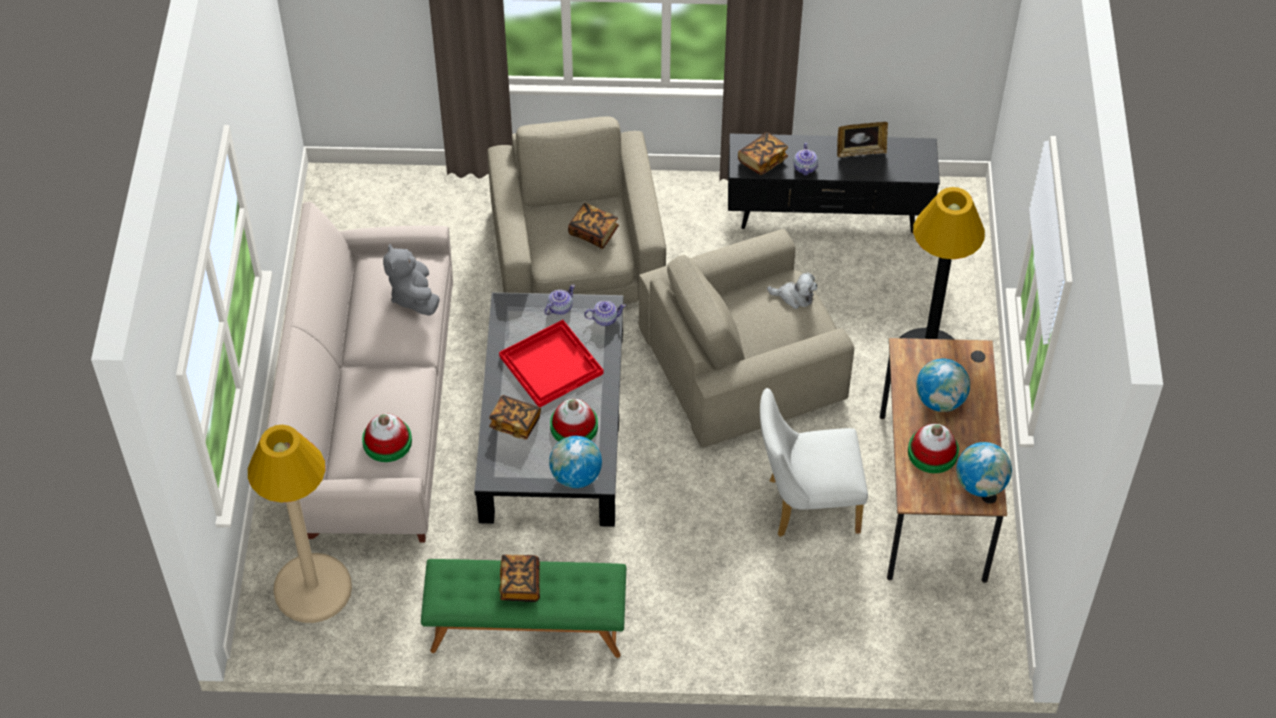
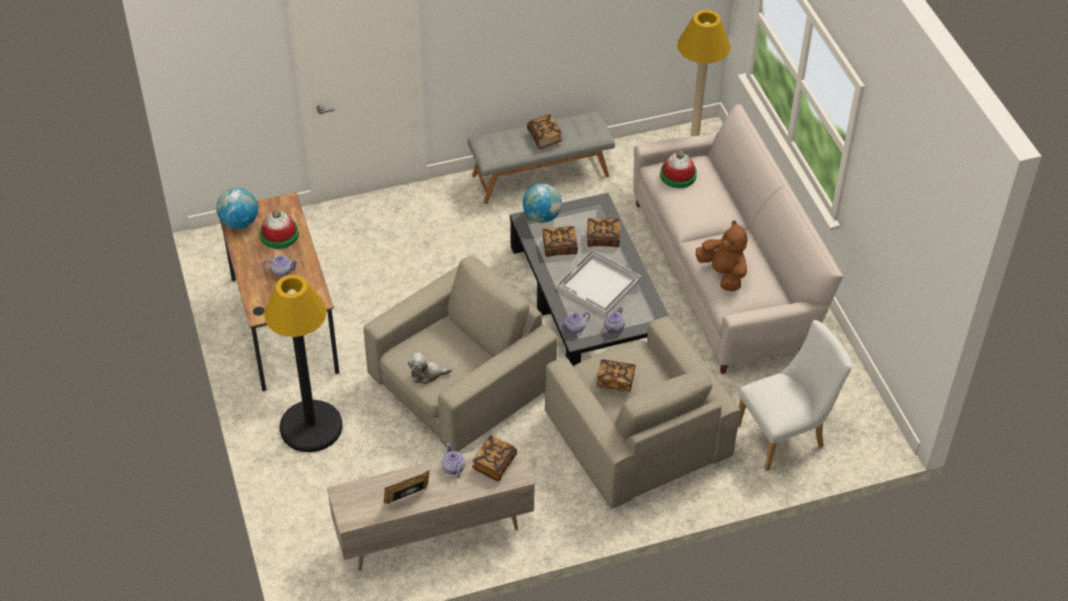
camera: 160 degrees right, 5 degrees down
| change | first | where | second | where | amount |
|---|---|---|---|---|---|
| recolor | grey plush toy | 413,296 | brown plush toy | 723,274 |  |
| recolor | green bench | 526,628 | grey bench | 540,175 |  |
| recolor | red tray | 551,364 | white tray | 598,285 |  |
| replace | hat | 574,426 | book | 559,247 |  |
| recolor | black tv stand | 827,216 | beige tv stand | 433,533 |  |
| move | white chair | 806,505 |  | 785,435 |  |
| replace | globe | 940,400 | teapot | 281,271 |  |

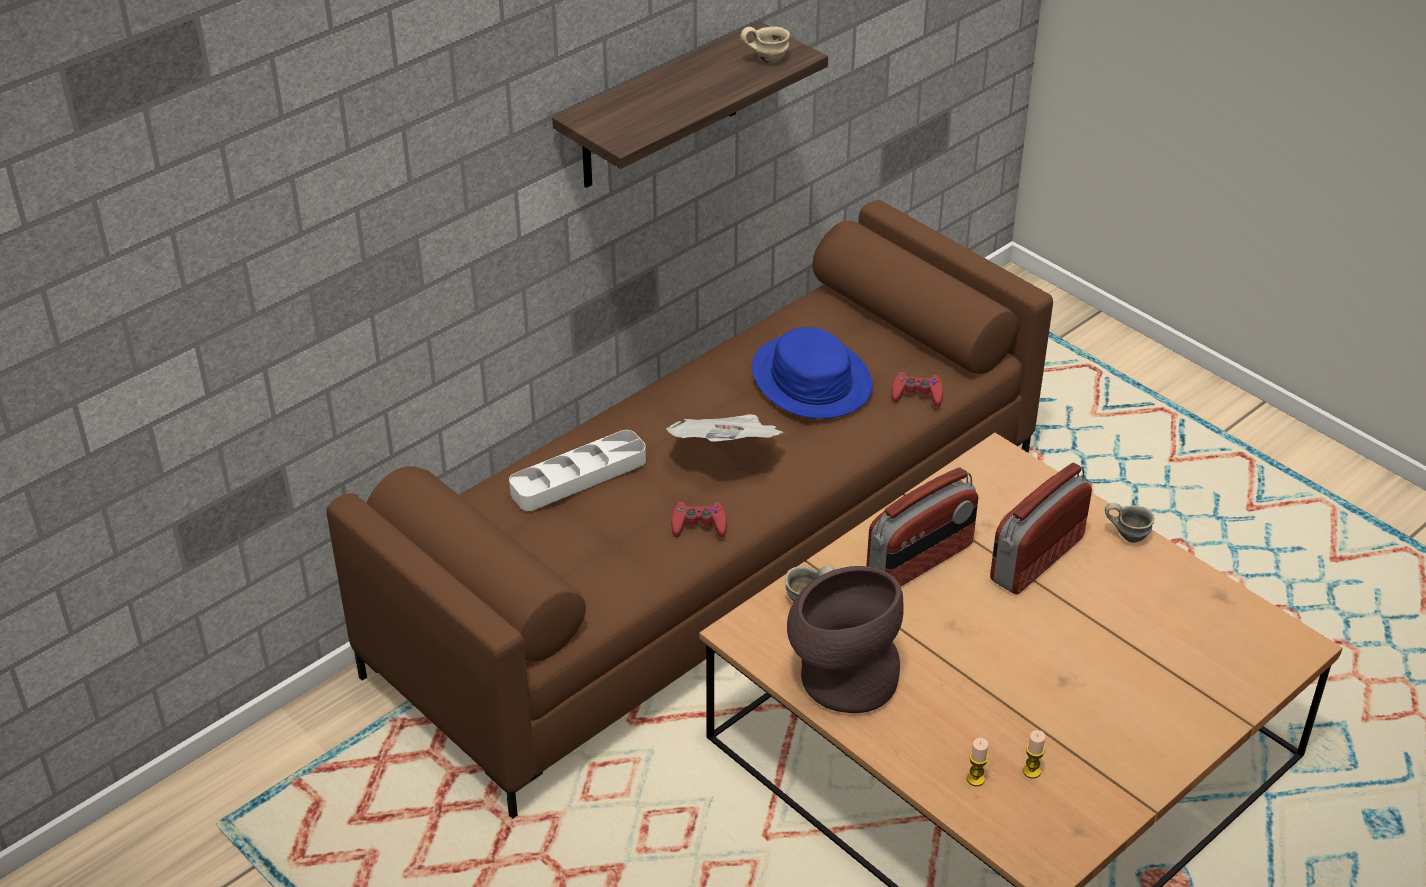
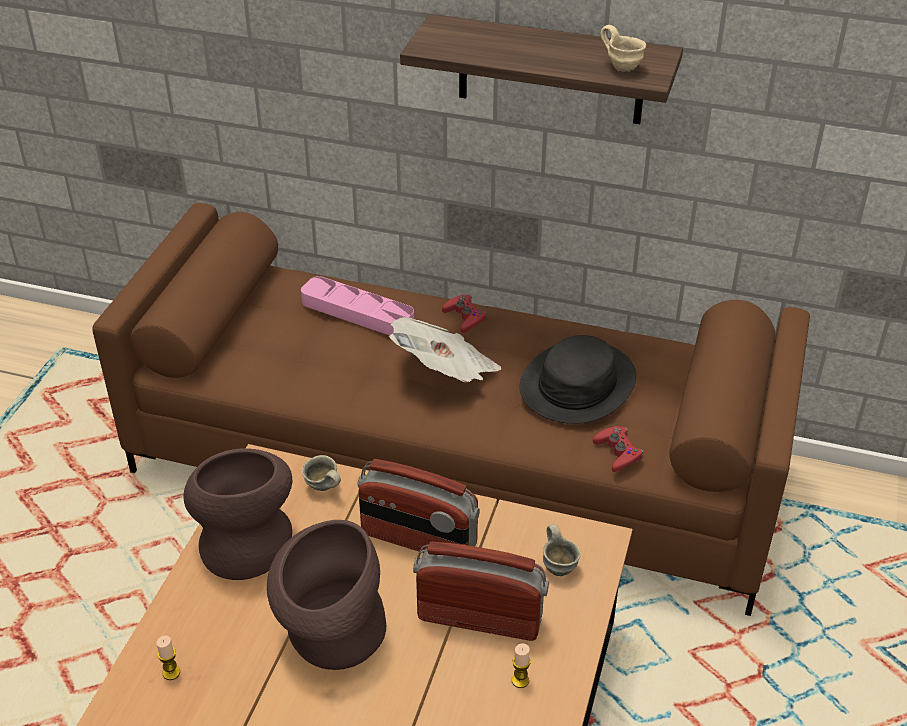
camera: 60 degrees right, 0 degrees up
| change | first | where | second | where | amount |
|---|---|---|---|---|---|
| recolor | white tray | 578,476 | pink tray | 357,312 |  |
| move | red game controller | 699,524 |  | 465,317 |  |
| recolor | blue hat | 811,379 | black hat | 577,383 |  |
| move | candle | 1031,771 |  | 520,680 |  |
| move | grey mug | 1128,535 |  | 560,566 |  |
| insert |  |  | brown vase | 330,637 |  |

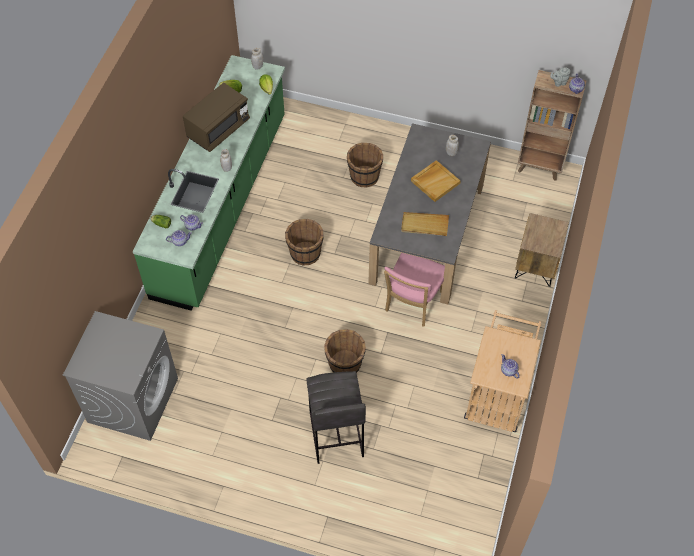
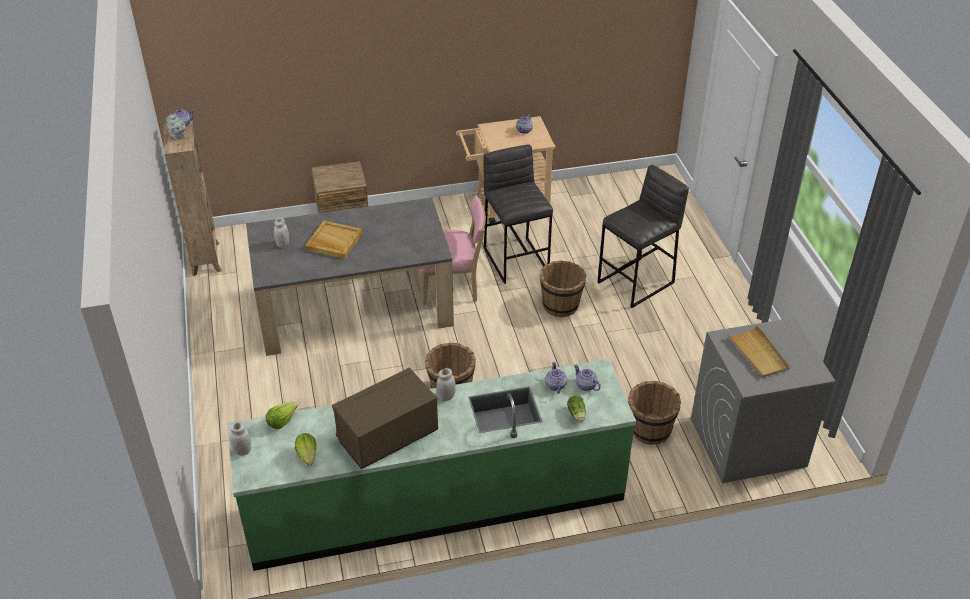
camera: 120 degrees left, 15 degrees down
| change | first | where | second | where | amount |
|---|---|---|---|---|---|
| rotate | brown microwave | 218,129 |  | 387,436 | 45 degrees counterclockwise |
| move | brown bucket | 364,176 |  | 650,430 |  |
| move | beige tray | 424,225 |  | 758,354 |  |
| insert |  |  | grey stool | 516,259 |  |

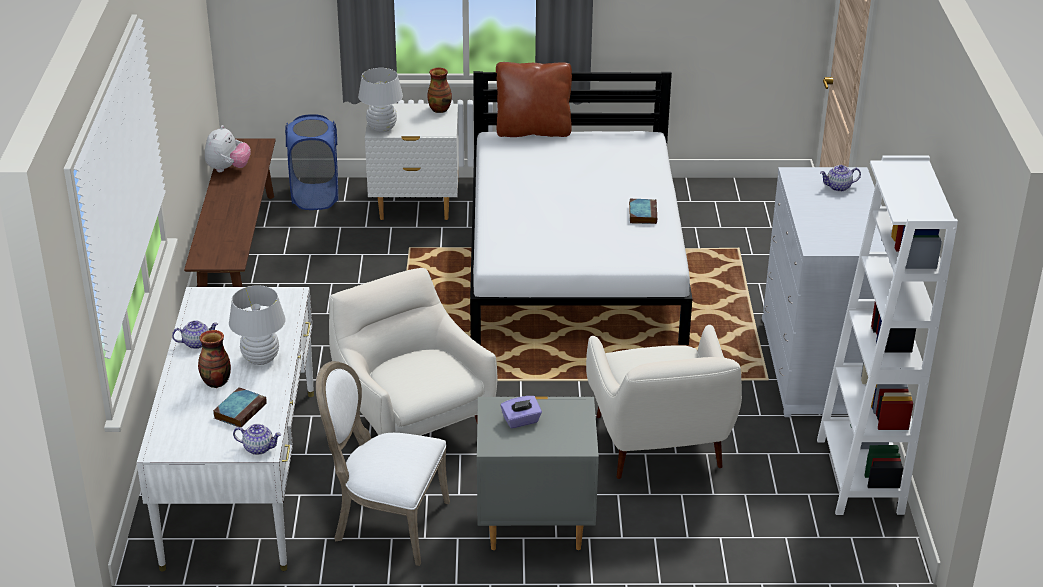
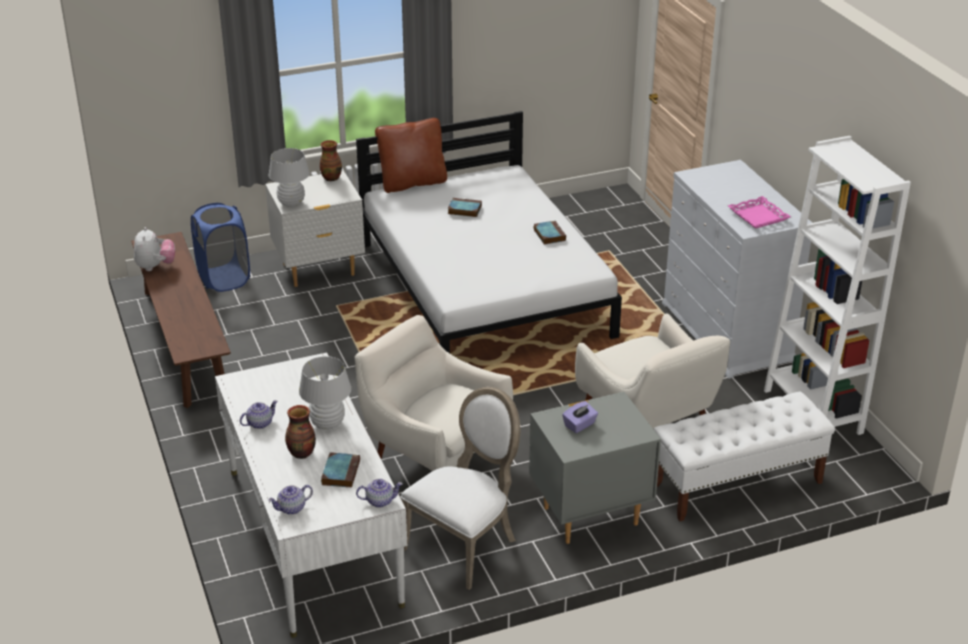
camera: 20 degrees left, 0 degrees up
| change | first | where | second | where | amount |
|---|---|---|---|---|---|
| rotate | white chair | 386,523 |  | 465,544 | 135 degrees clockwise |
| move | teapot | 838,187 |  | 291,508 |  |
| insert |  |  | book | 463,210 |  |
| insert |  |  | white bench | 737,484 |  |
| insert |  |  | pink tray | 758,216 |  |

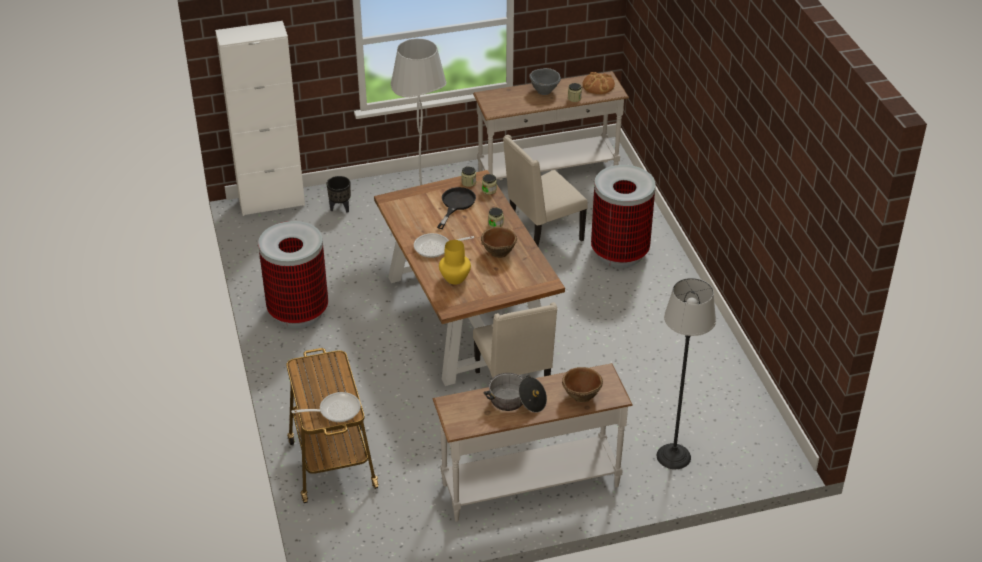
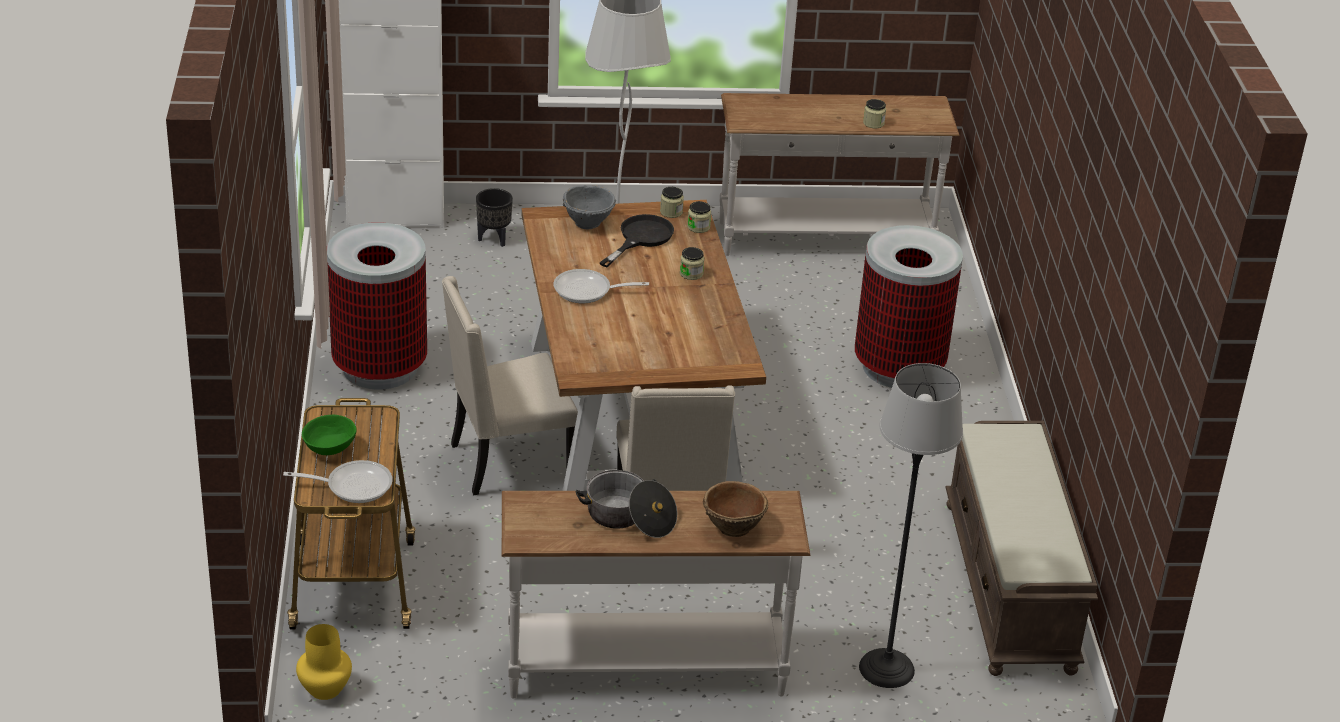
camera: 10 degrees right, 5 degrees down
| change | first | where | second | where | amount |
|---|---|---|---|---|---|
| move | yellow vase | 455,278 |  | 326,688 |  |
| delete | brown bowl | 498,252 |  |  |  |
| move | beige chair | 542,236 |  | 508,462 |  |
| move | grey bowl | 544,90 |  | 588,222 |  |
| delete | bread | 598,85 |  |  |  |
| insert |  |  | green bowl | 330,447 |  |
| insert |  |  | brown bench | 1011,587 |  |

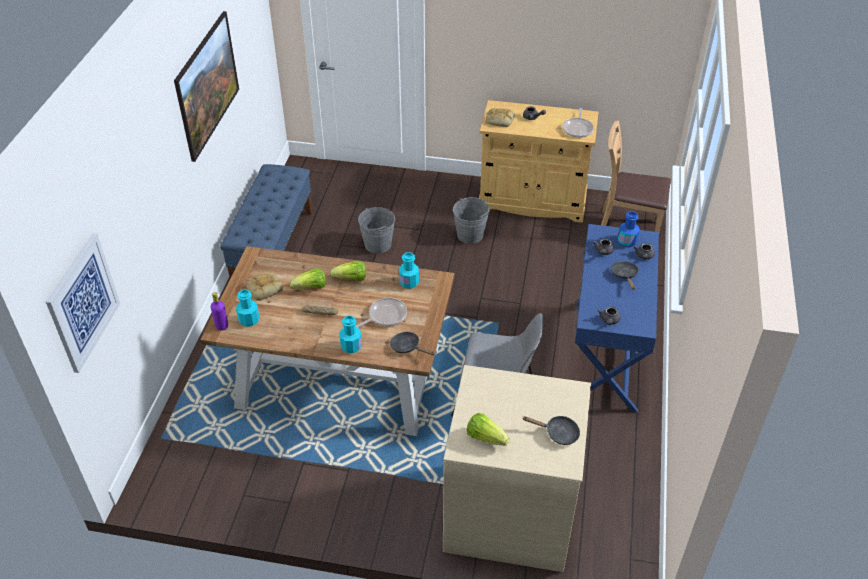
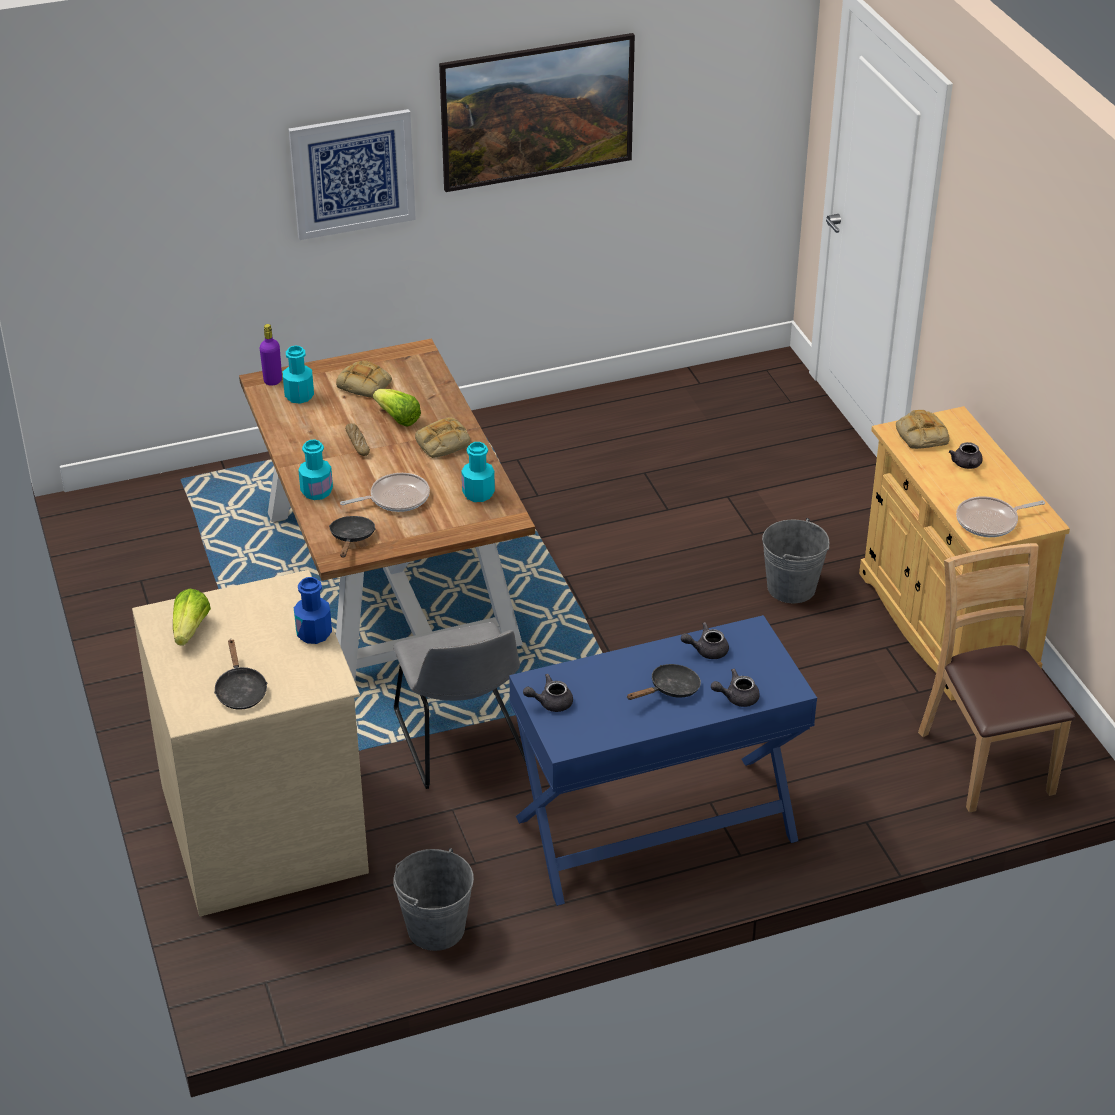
camera: 60 degrees right, 5 degrees down
| change | first | where | second | where | amount |
|---|---|---|---|---|---|
| move | picture | 83,302 |  | 352,173 |  |
| delete | blue bench | 273,248 |  |  |  |
| replace | lettuce | 351,279 | bread | 442,443 |  |
| rotate | frying pan | 385,316 |  | 396,498 | 45 degrees counterclockwise |
| move | grey bucket | 377,244 |  | 436,928 |  |
| move | blue bottle | 627,241 |  | 314,633 |  |

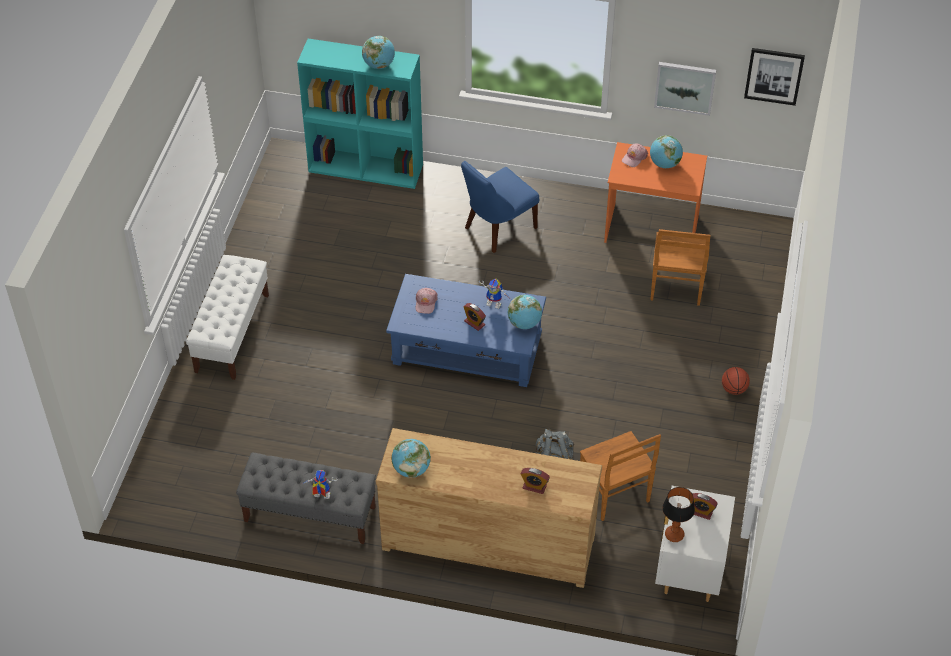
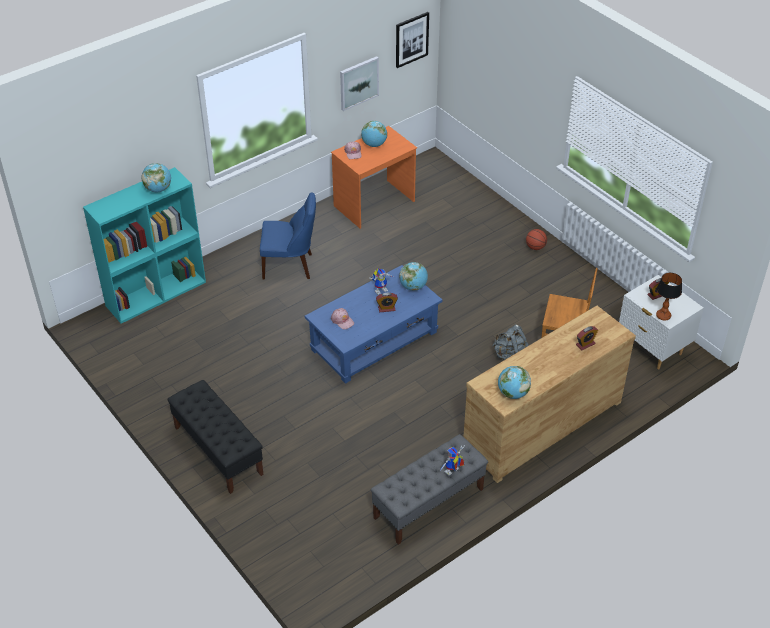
camera: 50 degrees left, 5 degrees down
| change | first | where | second | where | amount |
|---|---|---|---|---|---|
| recolor | white bench | 232,332 | black bench | 218,450 |  |
| rotate | blue chair | 497,229 |  | 290,266 | 90 degrees counterclockwise |
| delete | brown chair | 676,288 |  |  |  |

